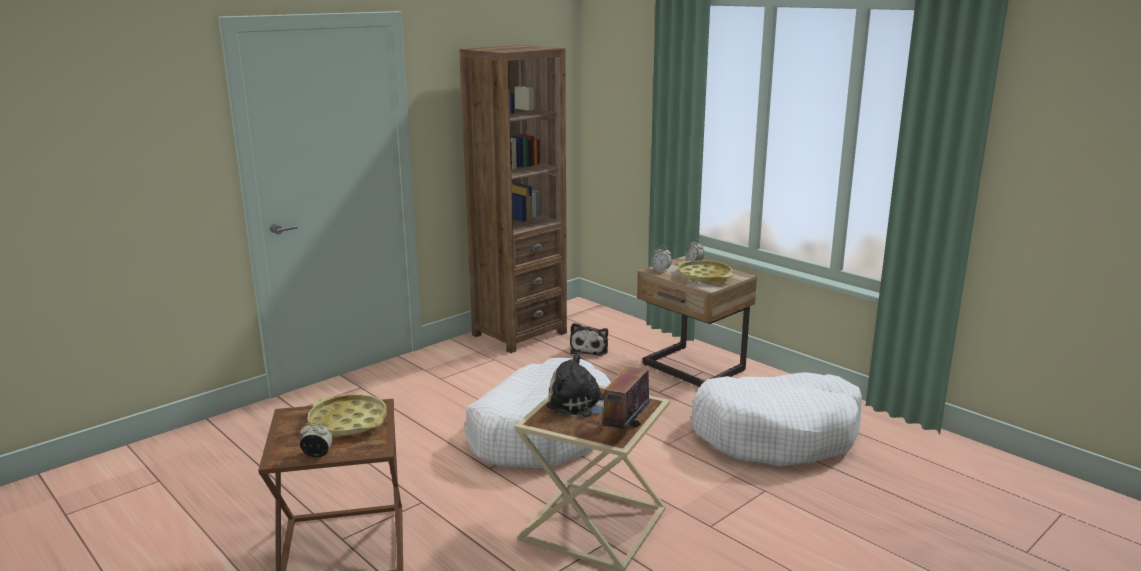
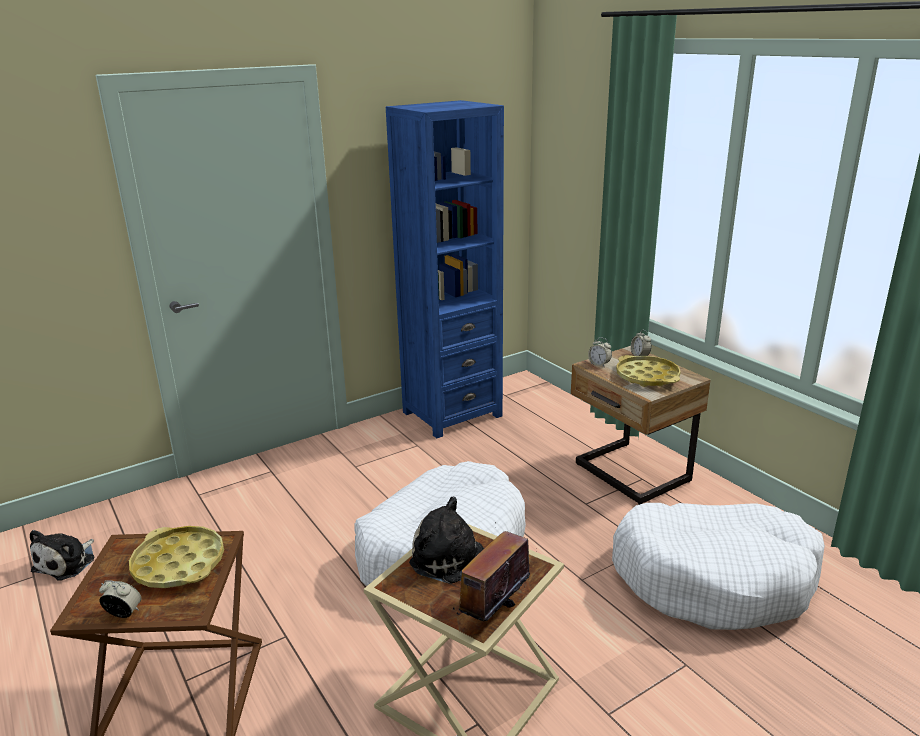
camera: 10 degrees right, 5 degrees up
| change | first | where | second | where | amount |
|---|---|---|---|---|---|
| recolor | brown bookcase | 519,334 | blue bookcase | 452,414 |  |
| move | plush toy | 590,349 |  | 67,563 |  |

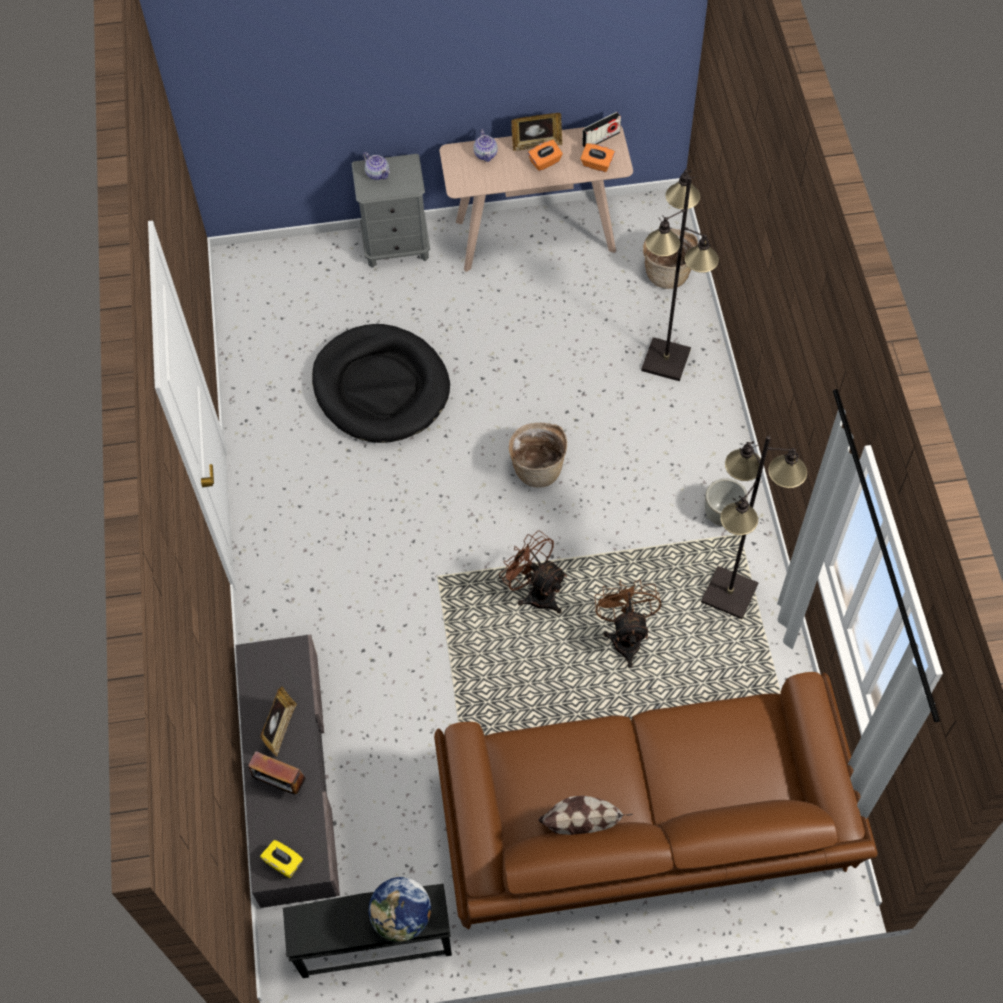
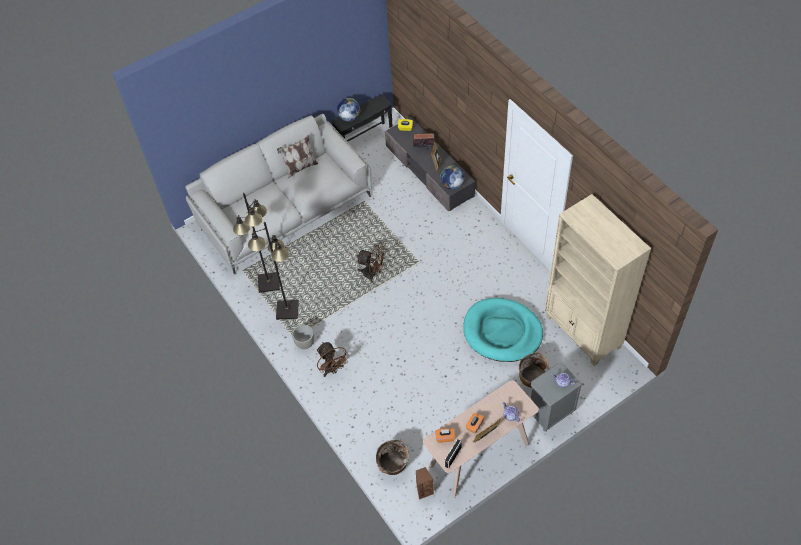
camera: 155 degrees right, 5 degrees down
| change | first | where | second | where | amount |
|---|---|---|---|---|---|
| recolor | black dog bed | 381,387 | turquoise dog bed | 502,332 |  |
| recolor | brown sofa | 642,830 | grey sofa | 285,210 |  |
| move | basket | 538,467 |  | 532,379 |  |
| move | brown fan | 626,636 |  | 332,370 |  |
| move | black floor lamp | 666,360 |  | 268,283 |  |
| insert |  |  | brown speaker | 424,490 |  |
| insert |  |  | globe | 452,185 |  |
| insert |  |  | beige bookcase | 583,332 |  |

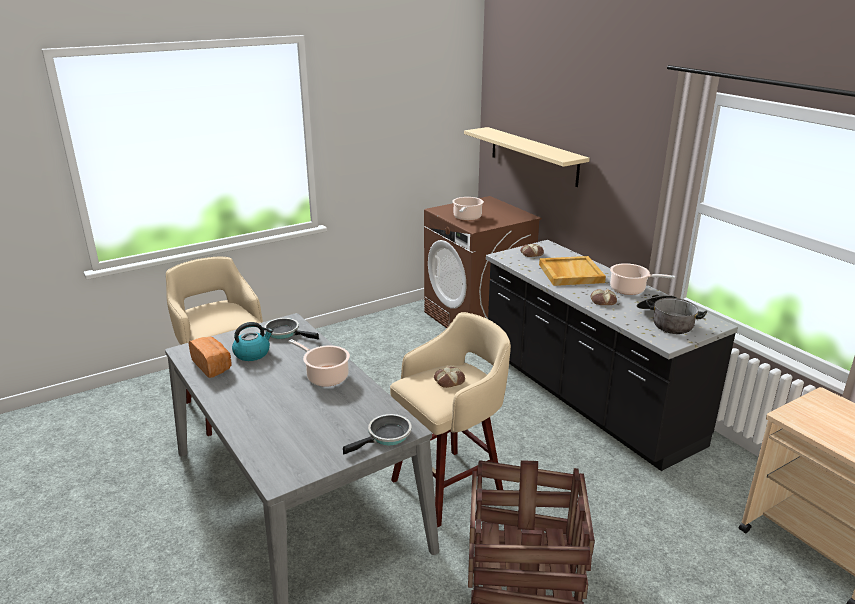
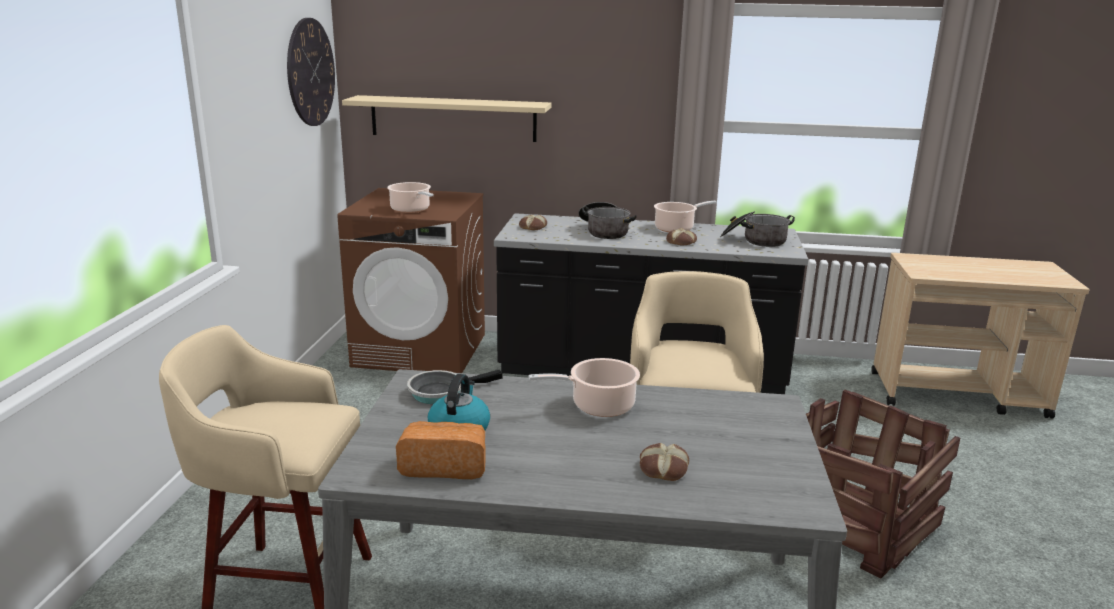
camera: 50 degrees left, 5 degrees down
| change | first | where | second | where | amount |
|---|---|---|---|---|---|
| delete | frying pan | 386,436 |  |  |  |
| move | bread | 449,380 |  | 663,468 |  |
| replace | beige tray | 570,273 | cooking pot | 604,231 |  |
| insert |  |  | wall clock | 310,72 |  |

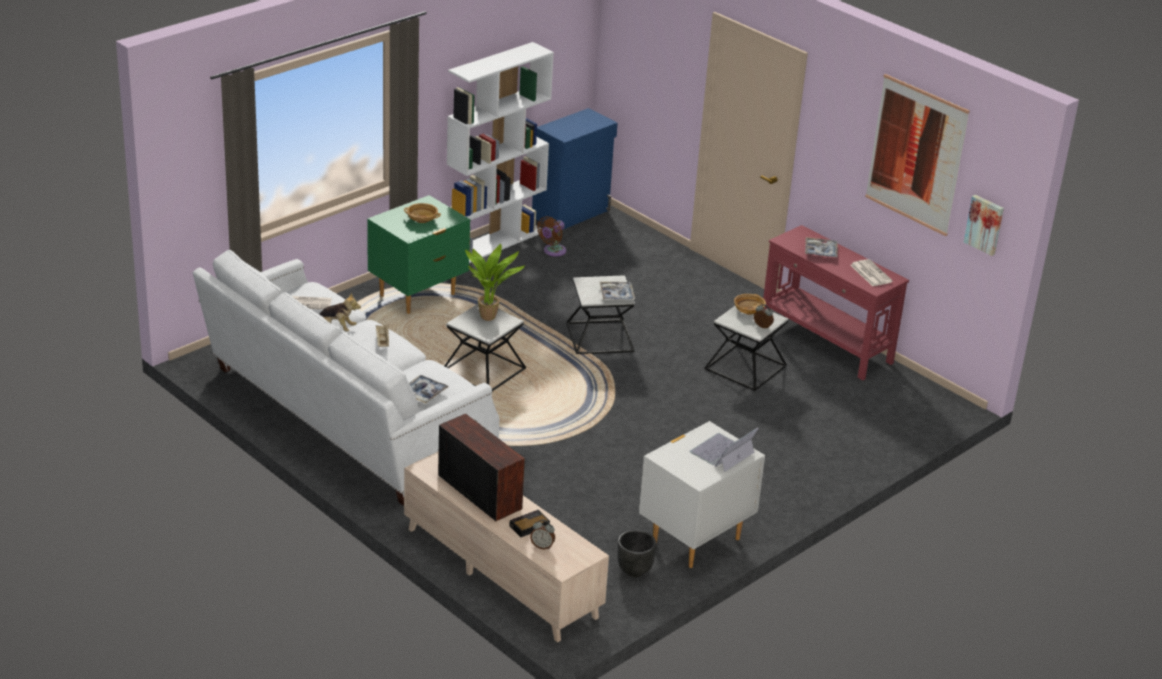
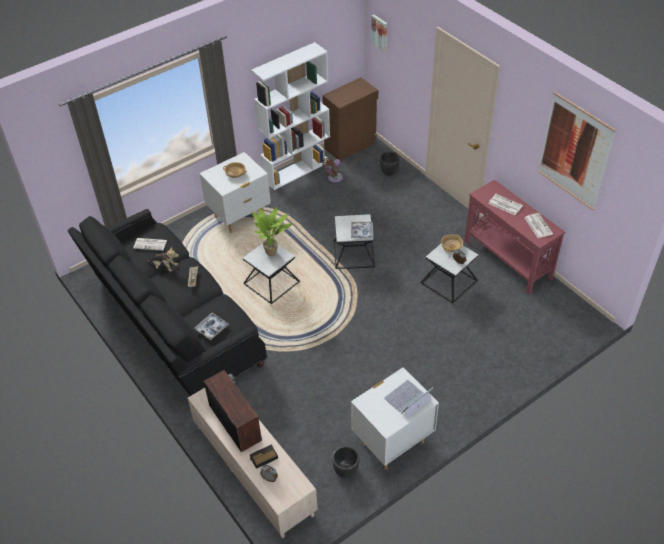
camera: 10 degrees right, 15 degrees up
| change | first | where | second | where | amount |
|---|---|---|---|---|---|
| recolor | white sofa | 344,417 | black sofa | 173,323 |  |
| recolor | green nightstand | 418,296 | white nightstand | 239,217 |  |
| recolor | blue cabinet | 571,214 | brown cabinet | 351,145 |  |
| replace | tray | 820,251 | newspaper | 504,204 |  |
| move | picture | 985,224 |  | 380,32 |  |
| insert |  |  | black planter | 389,172 |  |

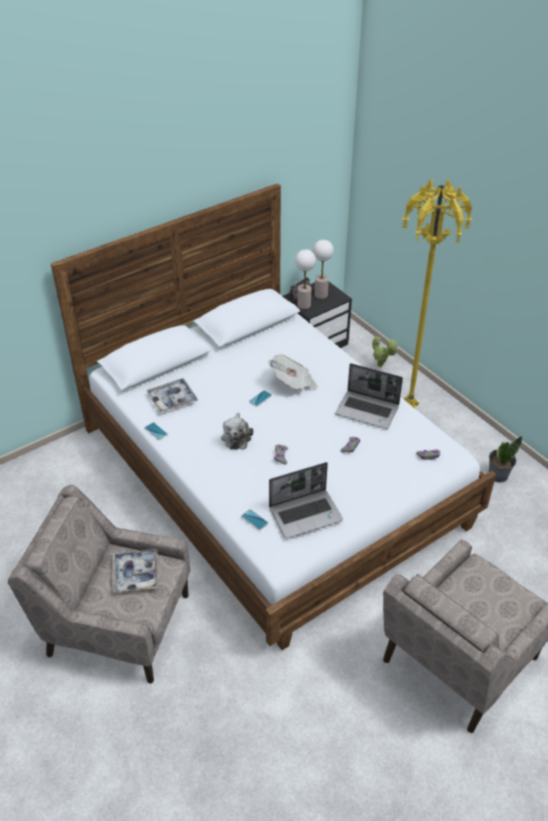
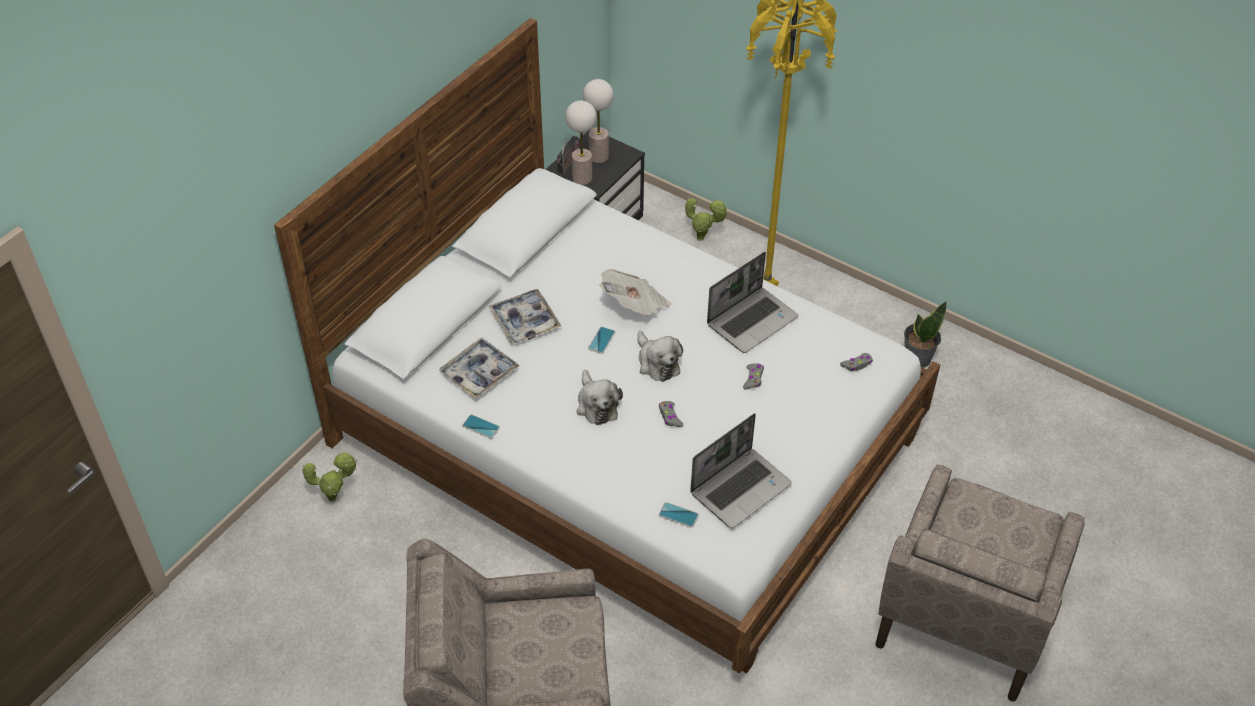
camera: 20 degrees left, 5 degrees up
| change | first | where | second | where | amount |
|---|---|---|---|---|---|
| move | tray | 136,574 |  | 525,321 |  |
| rotate | laptop | 368,410 |  | 752,320 | 45 degrees counterclockwise |
| insert |  |  | potted plant | 335,497 |  |
| insert |  |  | plush toy | 657,363 |  |

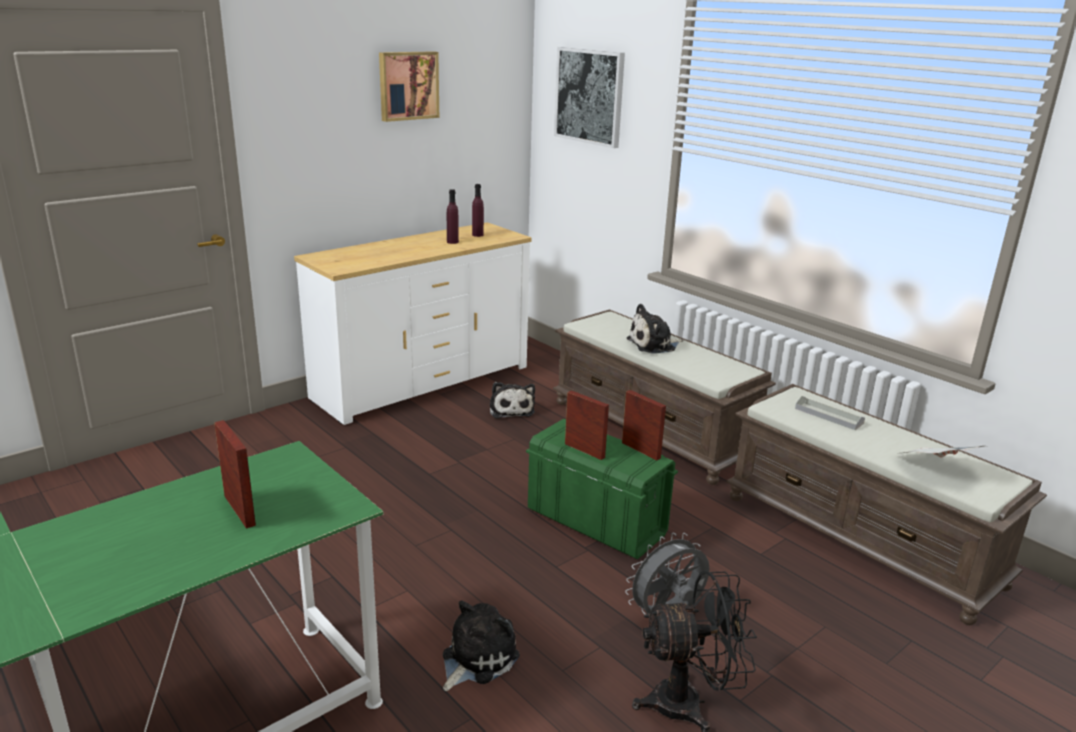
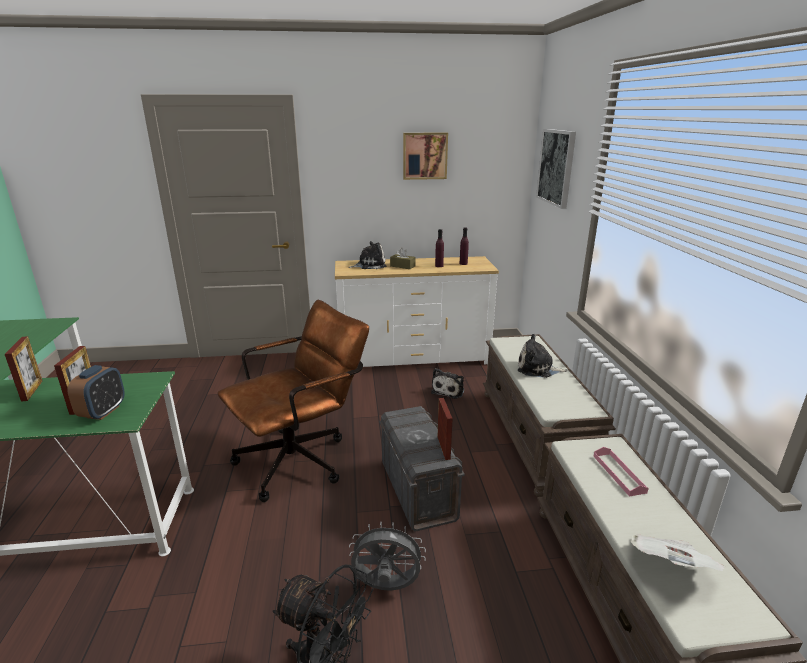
camera: 35 degrees right, 0 degrees up
| change | first | where | second | where | amount |
|---|---|---|---|---|---|
| move | plush toy | 476,658 |  | 369,265 |  |
| recolor | green storage box | 596,521 | grey storage box | 418,490 |  |
| move | picture frame | 584,450 |  | 32,391 |  |
| recolor | grey tray | 828,416 | pink tray | 619,474 |  |
| insert |  |  | alarm clock | 103,412 |  |
| insert |  |  | brown office chair | 302,458 |  |
| insert |  |  | brown tissue box | 402,266 |  |

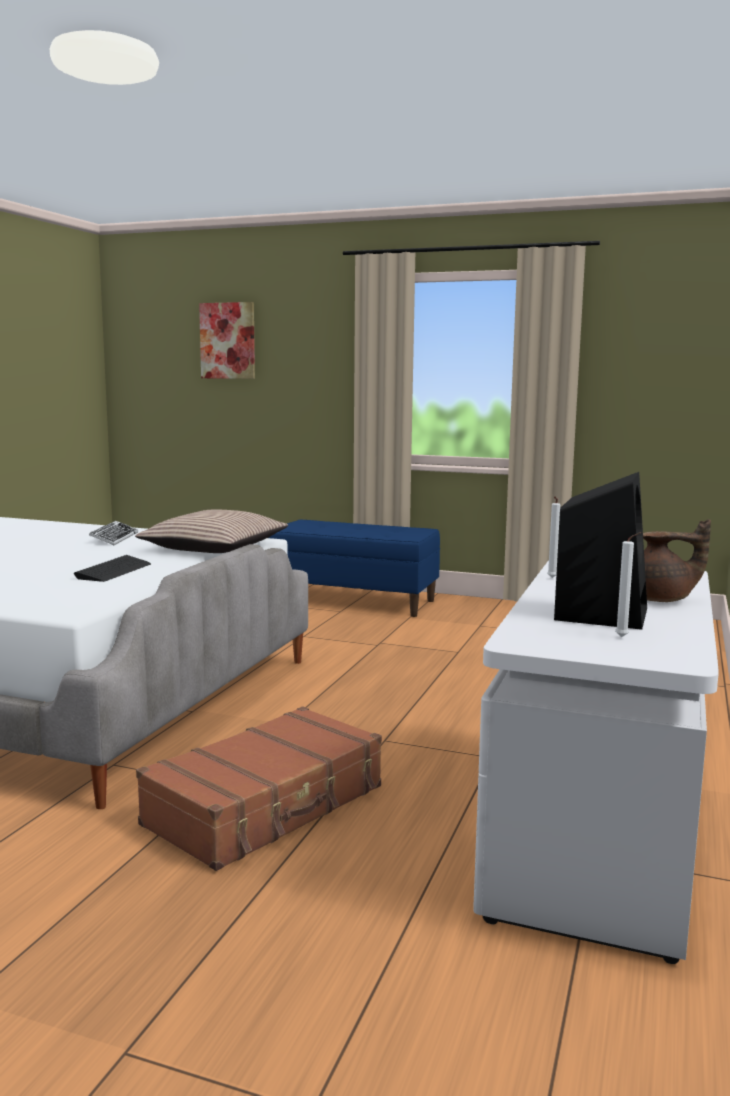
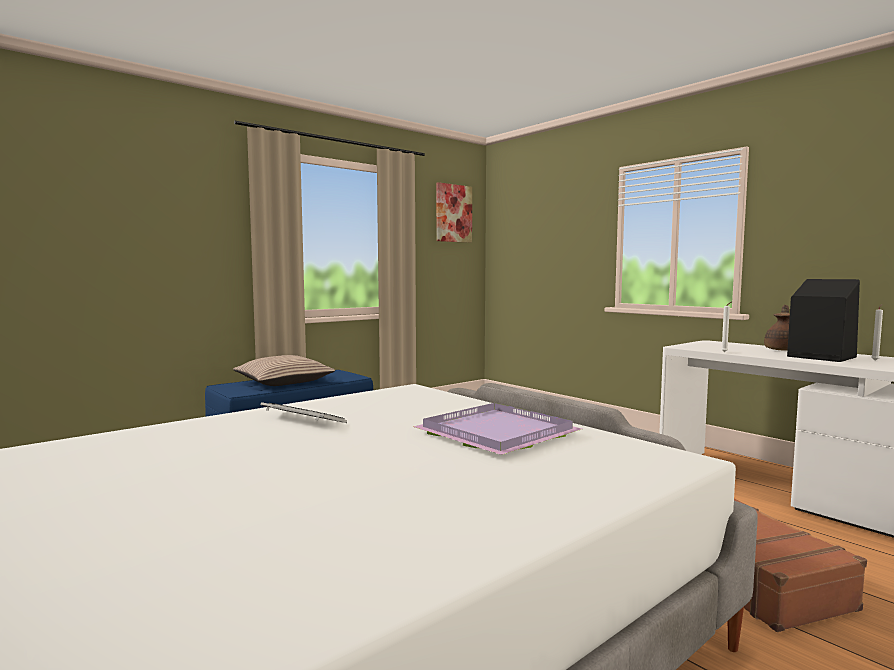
camera: 60 degrees left, 5 degrees down
| change | first | where | second | where | amount |
|---|---|---|---|---|---|
| replace | keyboard | 114,571 | purple tray | 493,433 |  |
| move | pillow | 214,548 |  | 283,382 |  |
| move | picture | 228,341 |  | 453,213 |  |

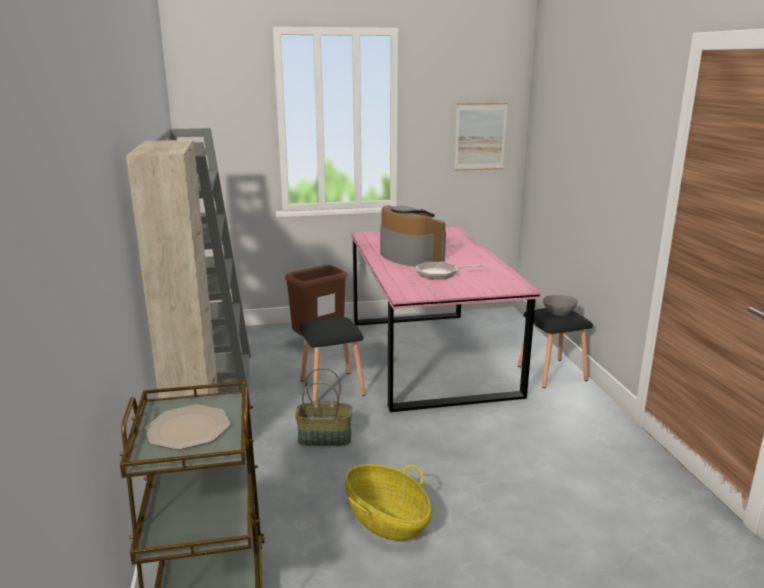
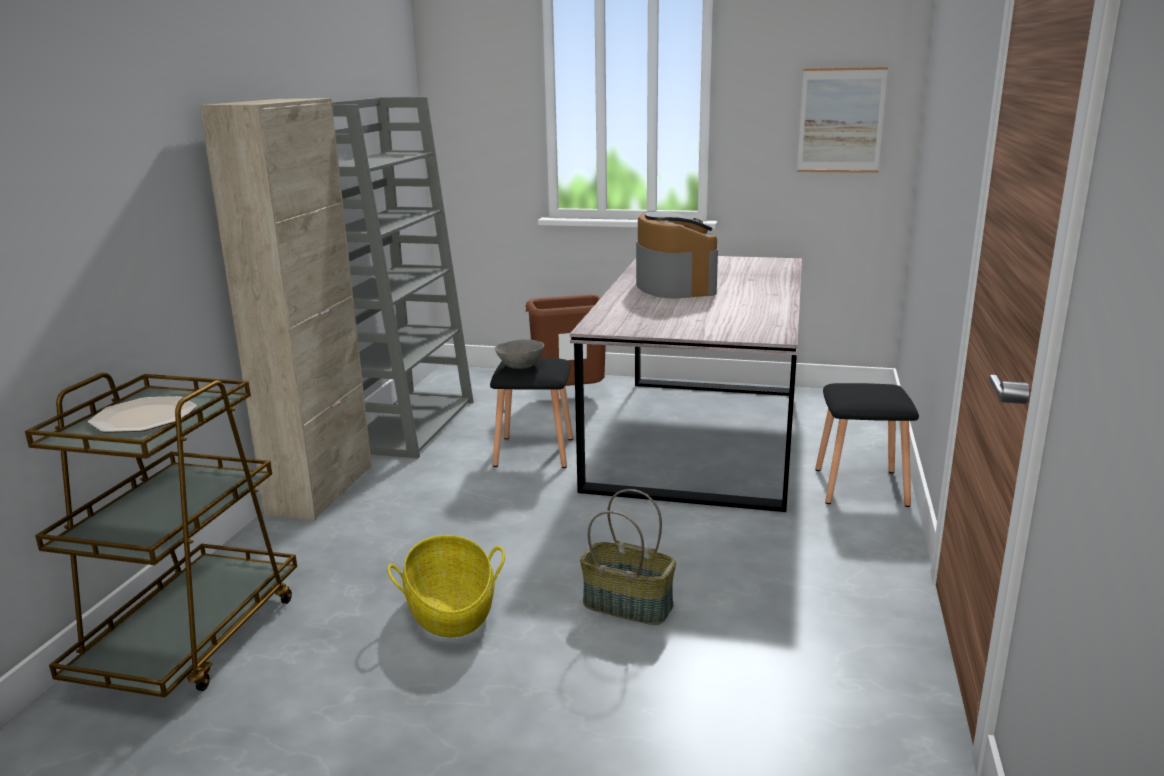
camera: 25 degrees right, 0 degrees up
| change | first | where | second | where | amount |
|---|---|---|---|---|---|
| move | basket | 325,438 |  | 629,604 |  |
| recolor | pink dining table | 430,355 | grey dining table | 701,436 |  |
| delete | frying pan | 440,274 |  |  |  |
| move | grey bowl | 558,313 |  | 520,365 |  |

